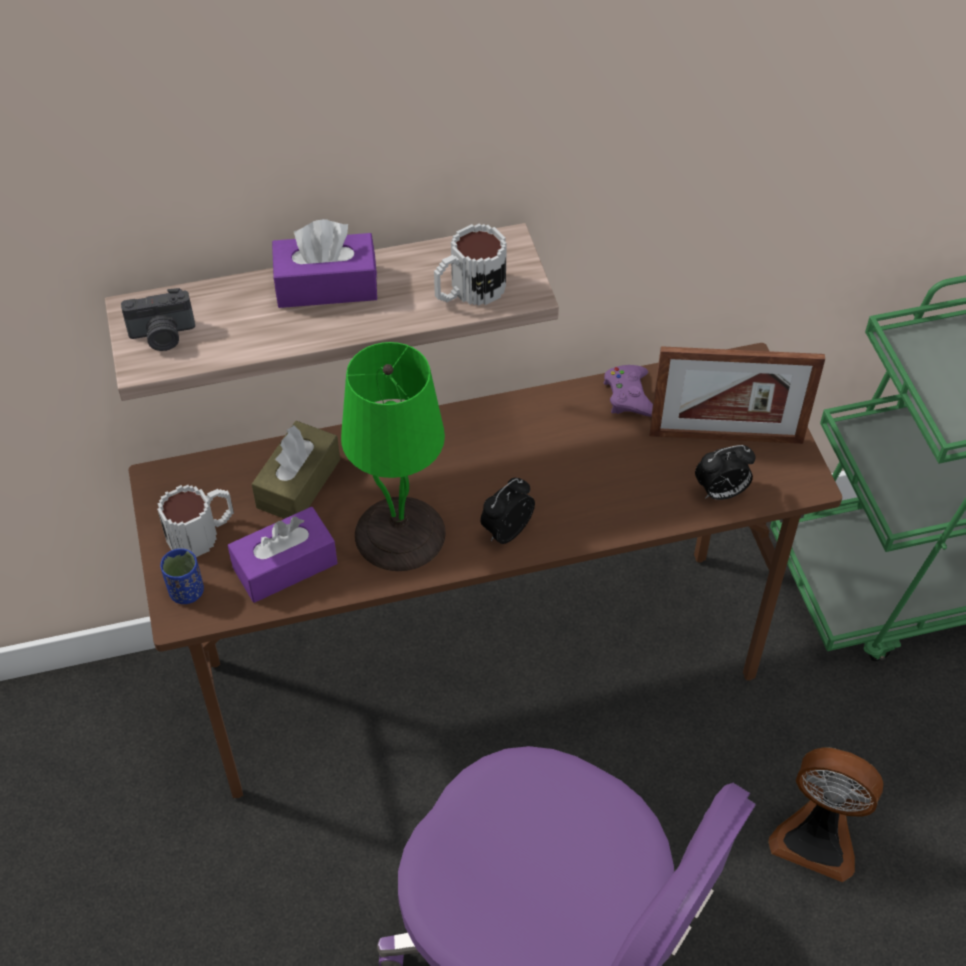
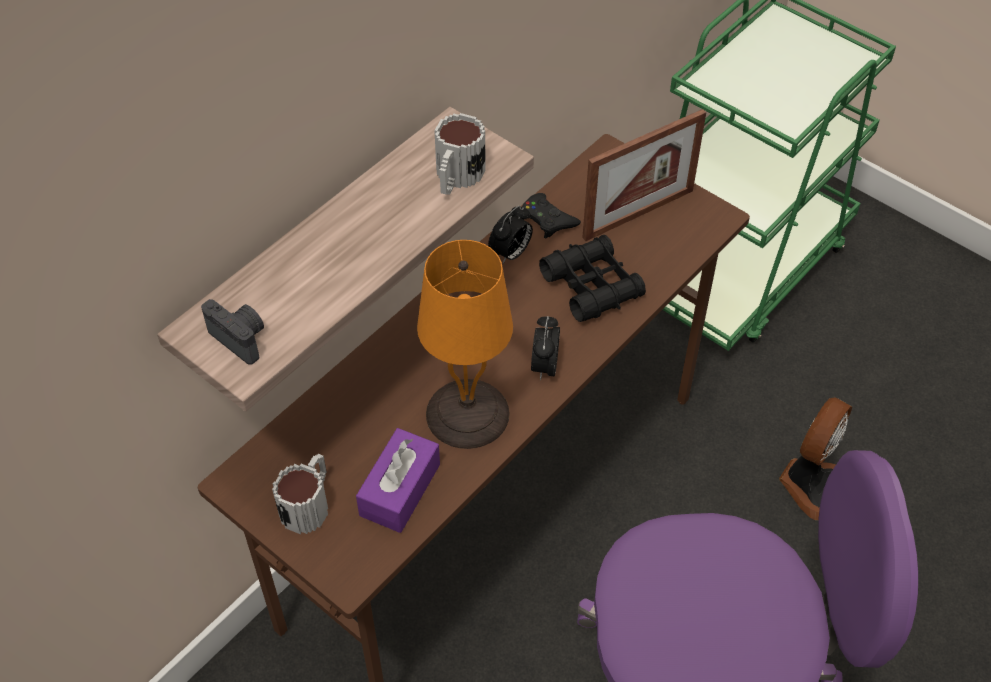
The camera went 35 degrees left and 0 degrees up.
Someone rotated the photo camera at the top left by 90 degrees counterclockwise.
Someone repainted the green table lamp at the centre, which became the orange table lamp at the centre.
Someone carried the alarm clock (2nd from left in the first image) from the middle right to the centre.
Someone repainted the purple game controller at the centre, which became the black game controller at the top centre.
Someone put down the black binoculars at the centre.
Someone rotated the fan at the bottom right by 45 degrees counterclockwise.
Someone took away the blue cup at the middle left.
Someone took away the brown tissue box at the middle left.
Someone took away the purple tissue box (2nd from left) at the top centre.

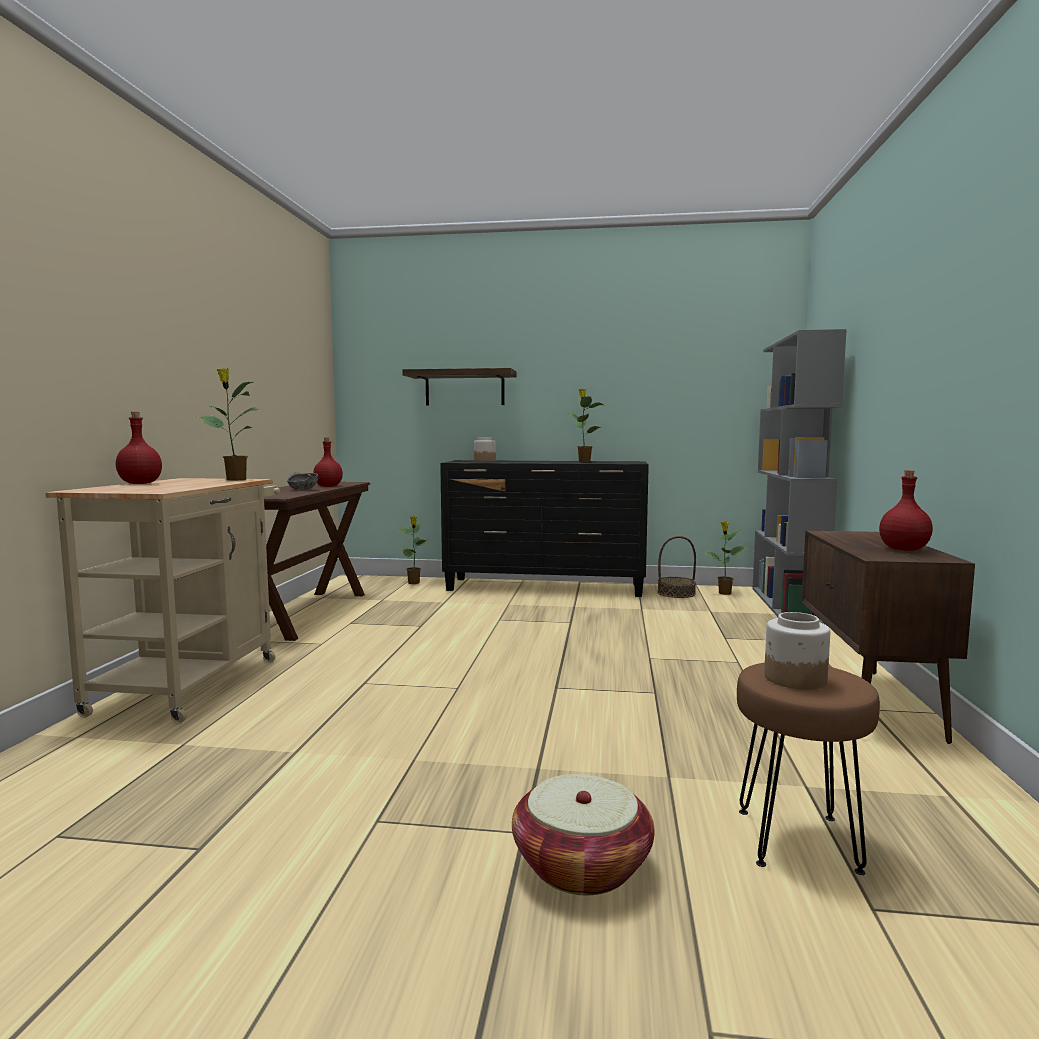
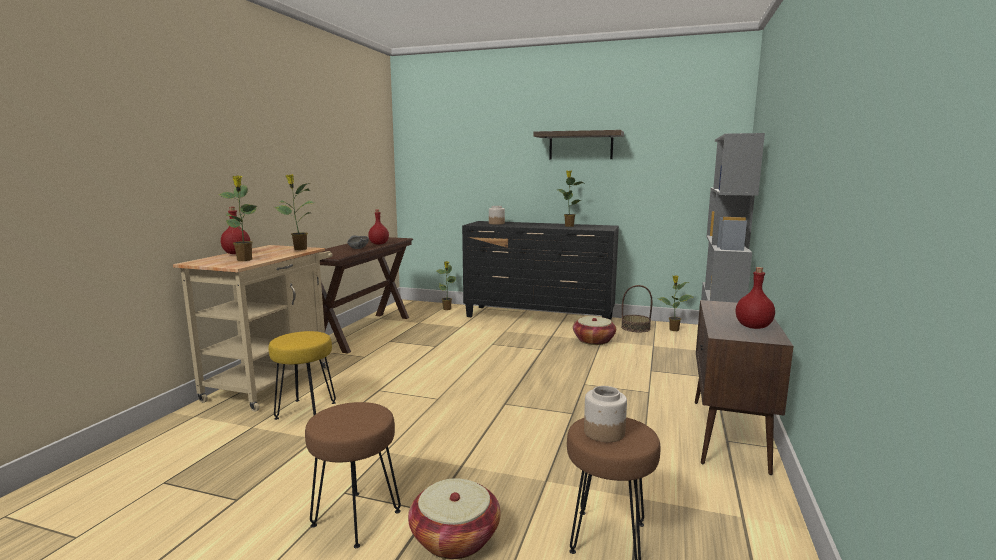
The camera went 10 degrees right and 5 degrees up.
Someone put down the potted plant (1st from left) at the middle left.
Someone put down the yellow stool at the bottom left.
Someone put down the brown stool (1st from left) at the bottom centre.
Someone carried the shelf from the centre to the top centre.
Someone put down the basket (2nd from left) at the centre.

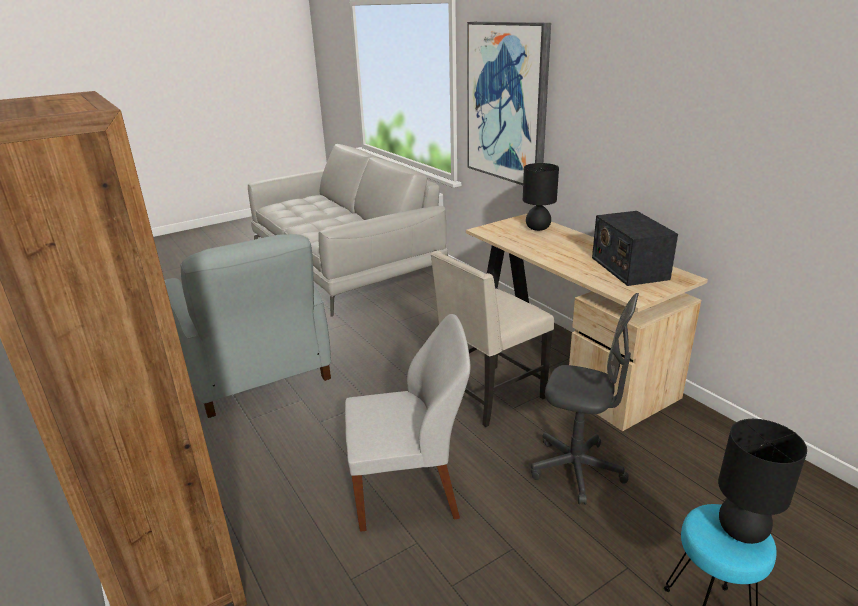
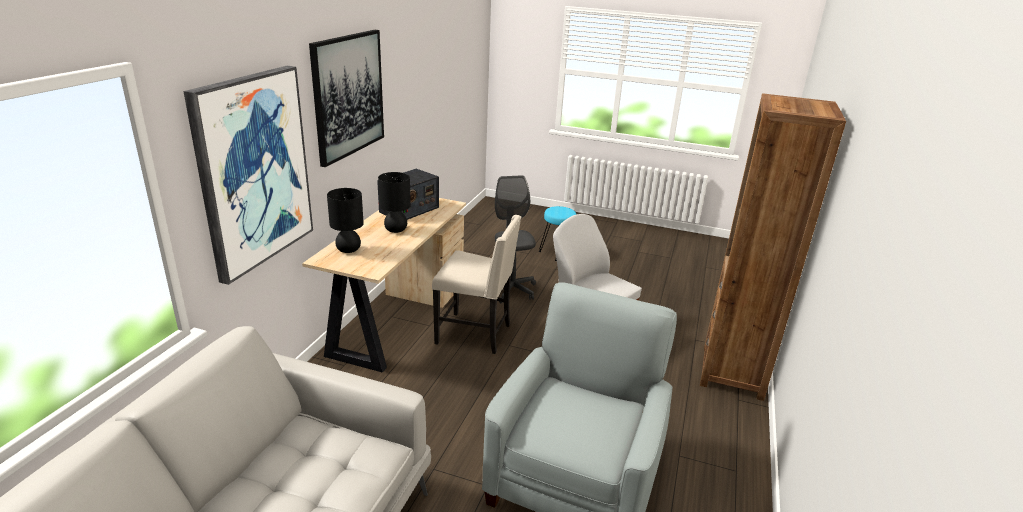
The camera went 130 degrees left and 0 degrees up.
Someone put up the picture (2nd from left) at the top centre.
Someone carried the black table lamp (2nd from left) from the bottom right to the centre.

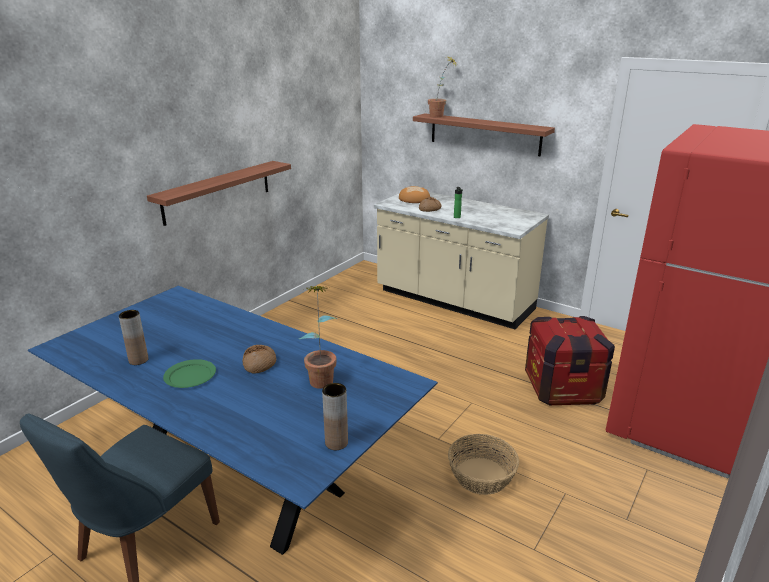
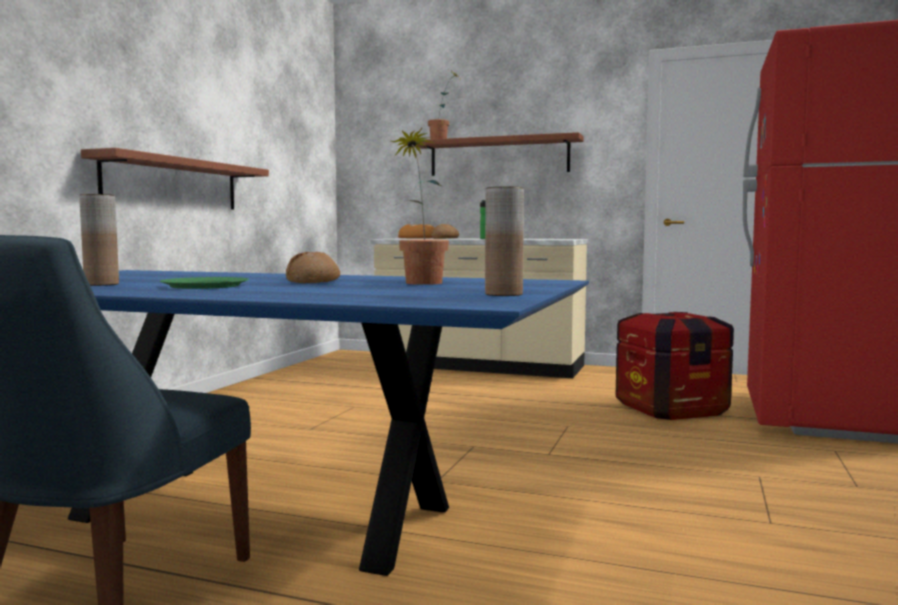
The camera went 15 degrees left and 20 degrees down.
Someone took away the basket at the bottom centre.

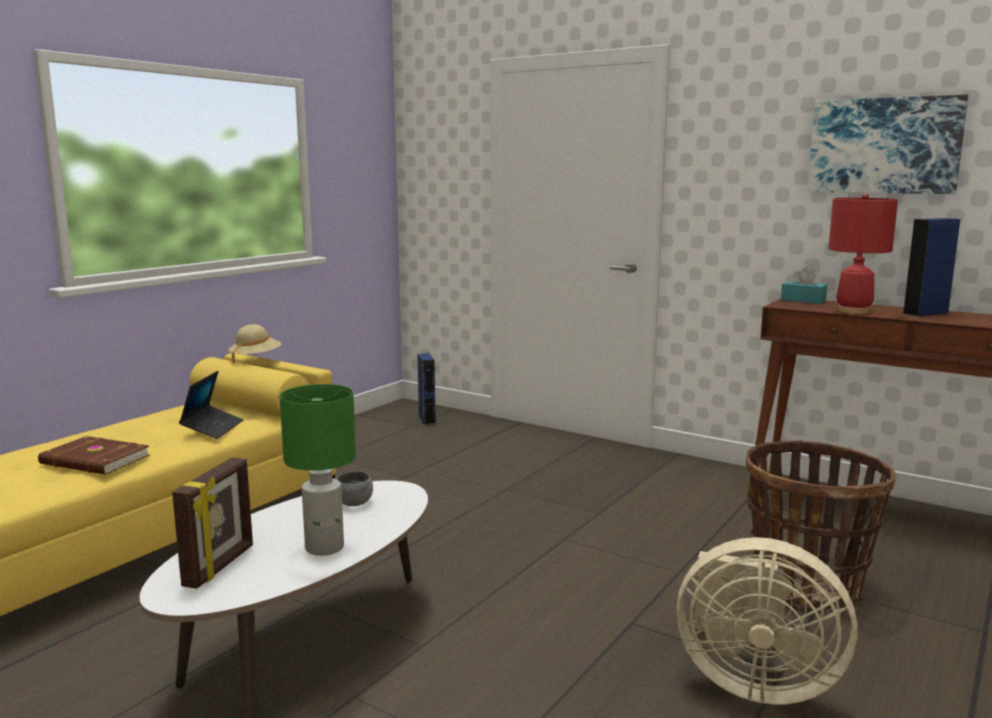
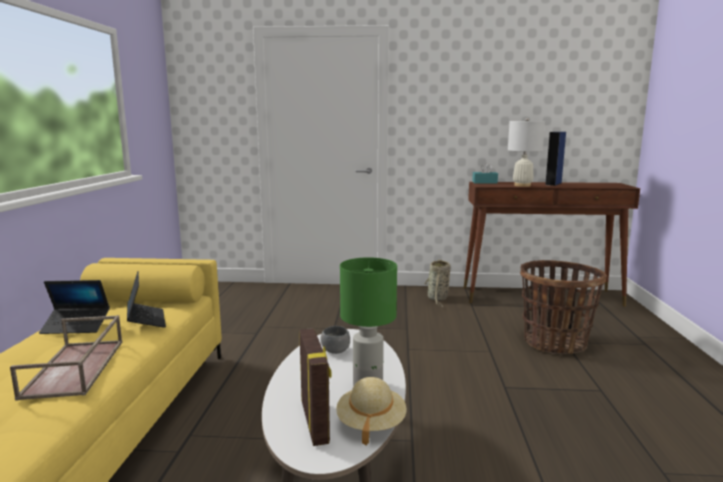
The camera went 30 degrees left and 0 degrees up.
Someone swapped the brown book at the middle left for the brown tray at the bottom left.
Someone put down the laptop (1st from left) at the middle left.
Someone carried the beige hat from the middle left to the bottom centre.
Someone put down the basket (1st from left) at the centre.
Someone repainted the red table lamp at the middle right, which became the white table lamp at the top right.
Someone took away the blue speaker (1st from left) at the centre.
Someone took away the beige fan at the bottom right.
Someone took away the picture at the top right.

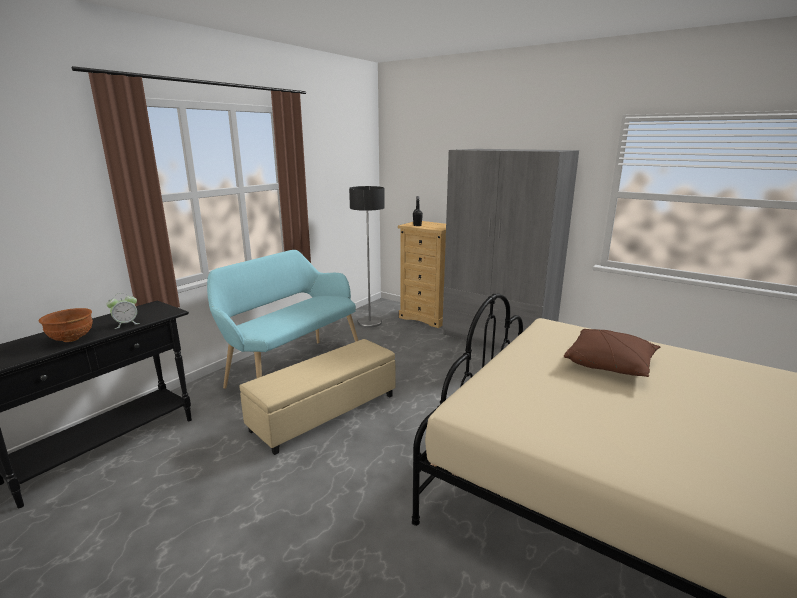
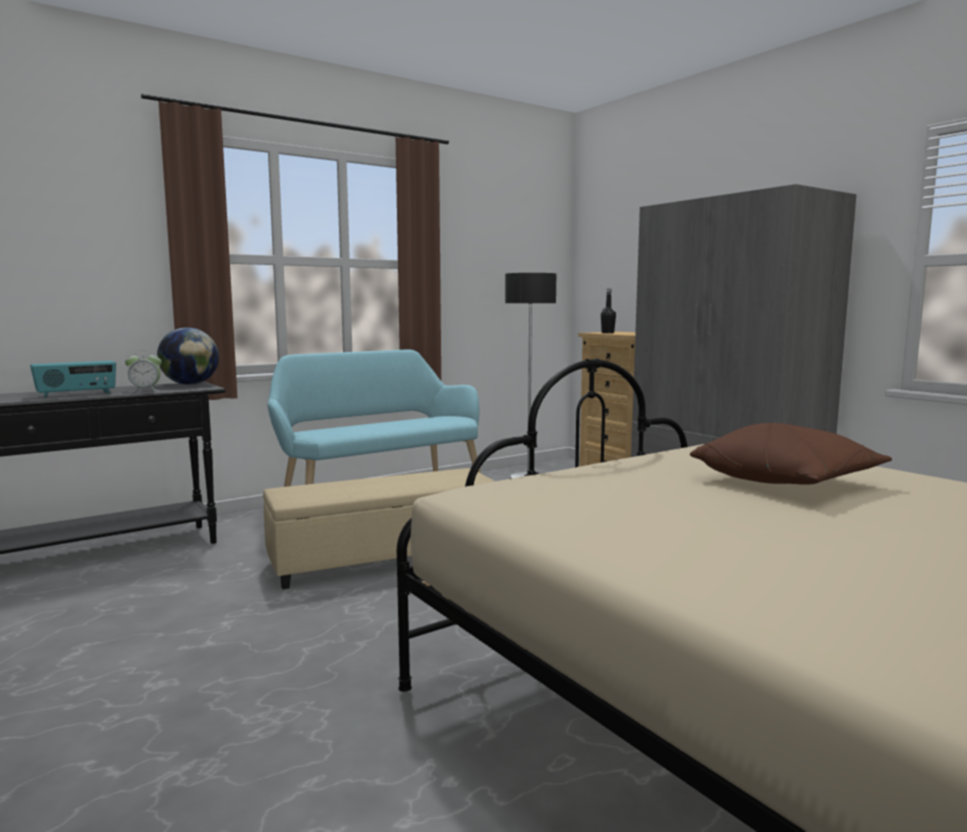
The camera went 20 degrees right and 10 degrees down.
Someone swapped the brown bowl at the middle left for the radio at the middle left.
Someone put down the globe at the middle left.

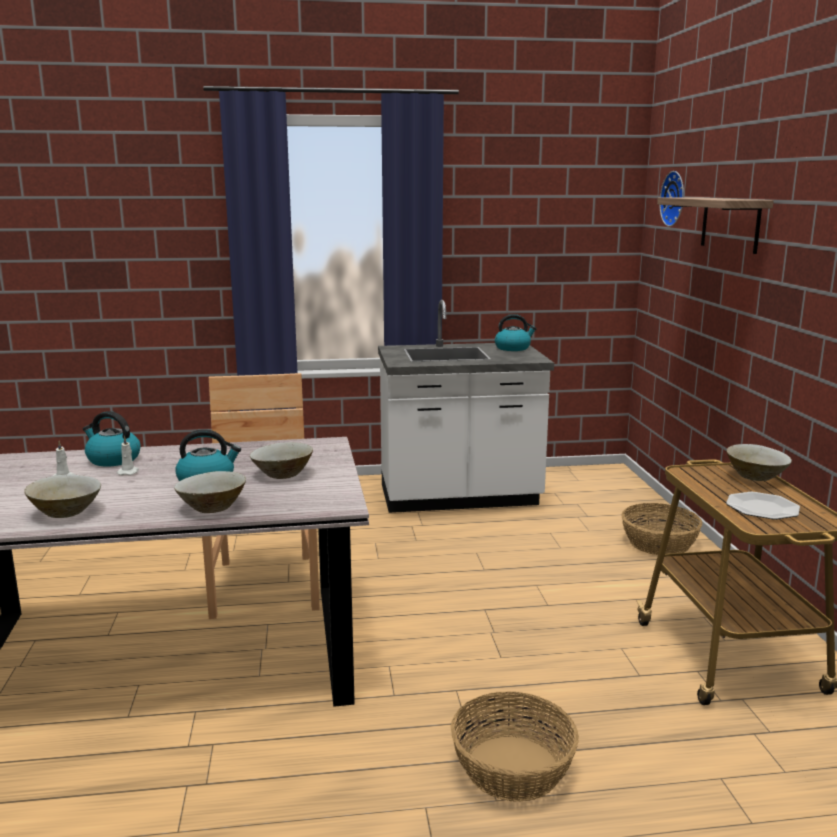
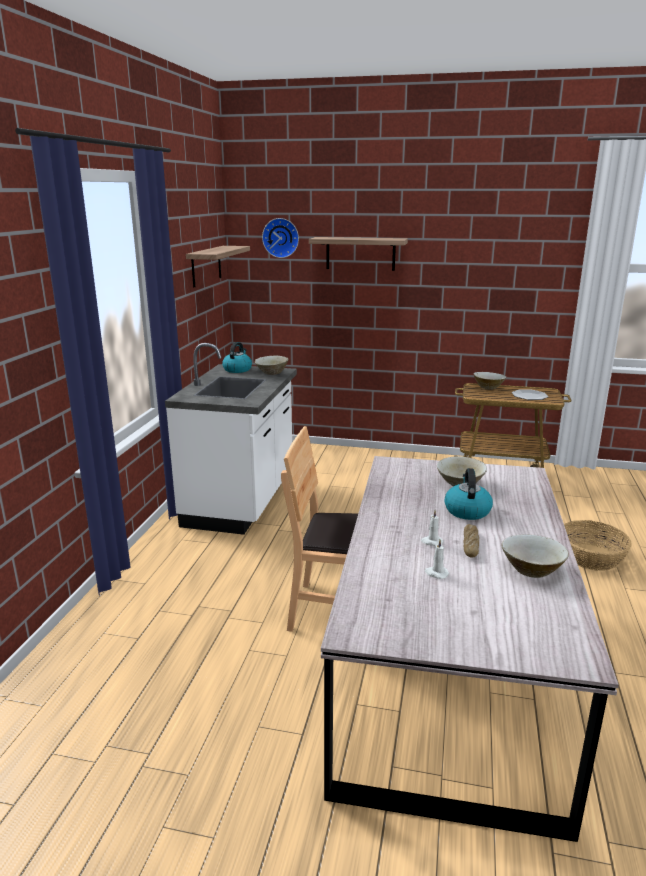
The camera went 70 degrees left and 5 degrees up.
Someone put up the shelf (1st from left) at the top centre.
Someone carried the beige bowl (2nd from left in the first image) from the middle left to the centre.
Someone put down the bread at the middle right.
Someone took away the kettle (1st from left) at the middle left.
Someone took away the basket (2nd from left) at the middle right.

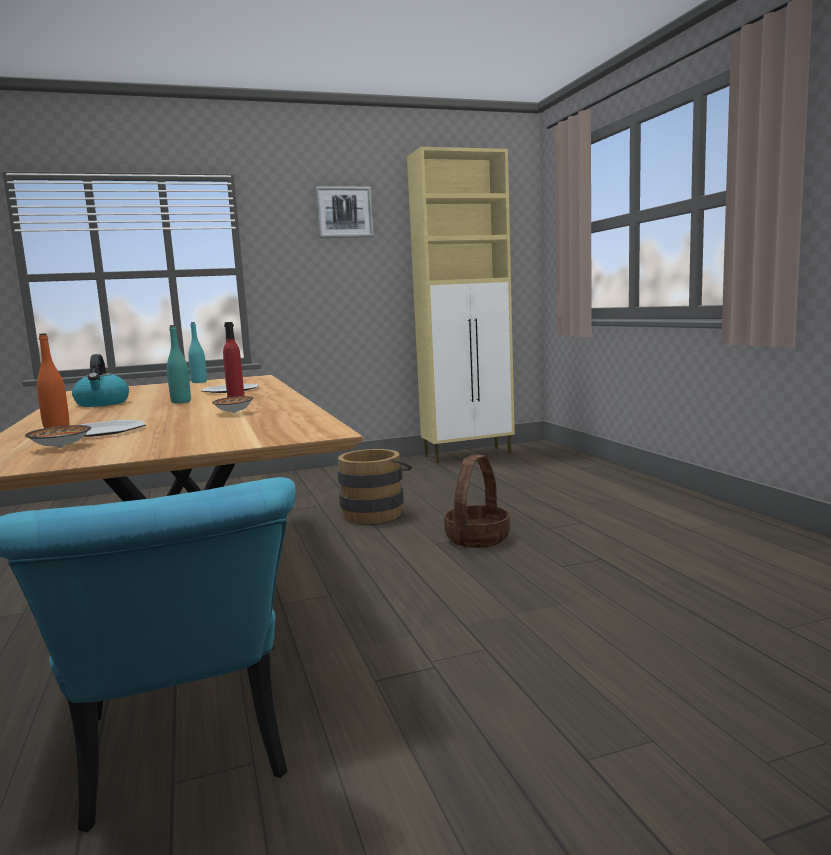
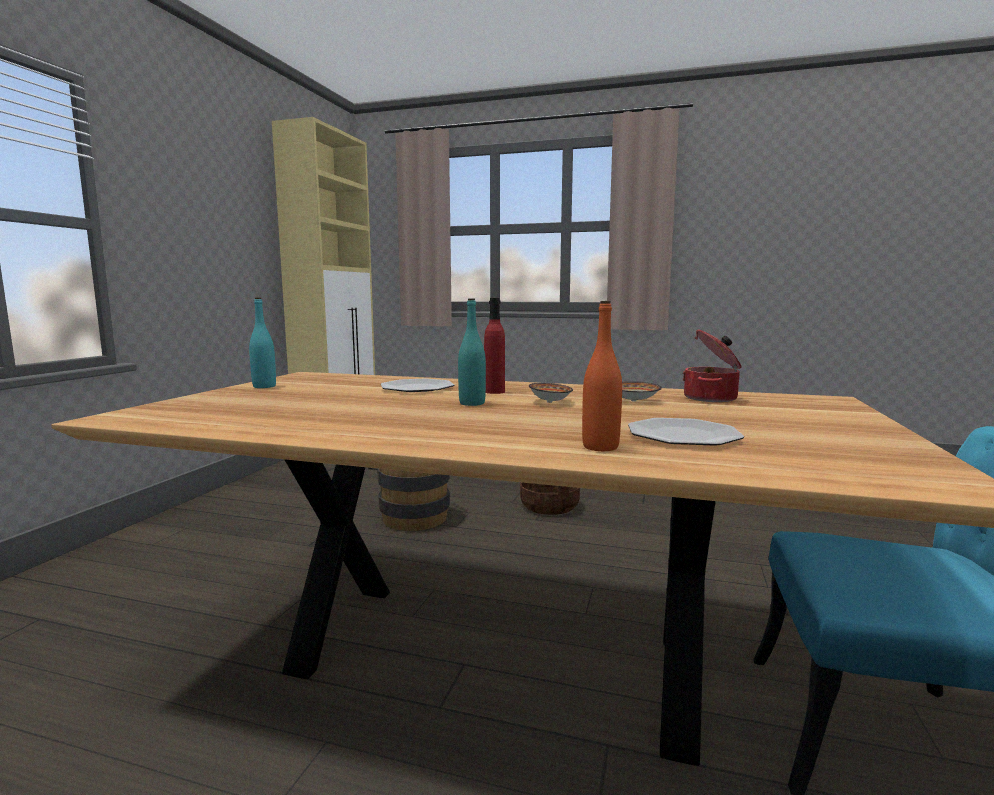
The camera went 55 degrees left and 0 degrees up.
Someone carried the bowl (1st from left) from the middle left to the centre.
Someone put down the cooking pot at the middle right.
Someone took away the kettle at the middle left.
Someone took away the picture at the top centre.

